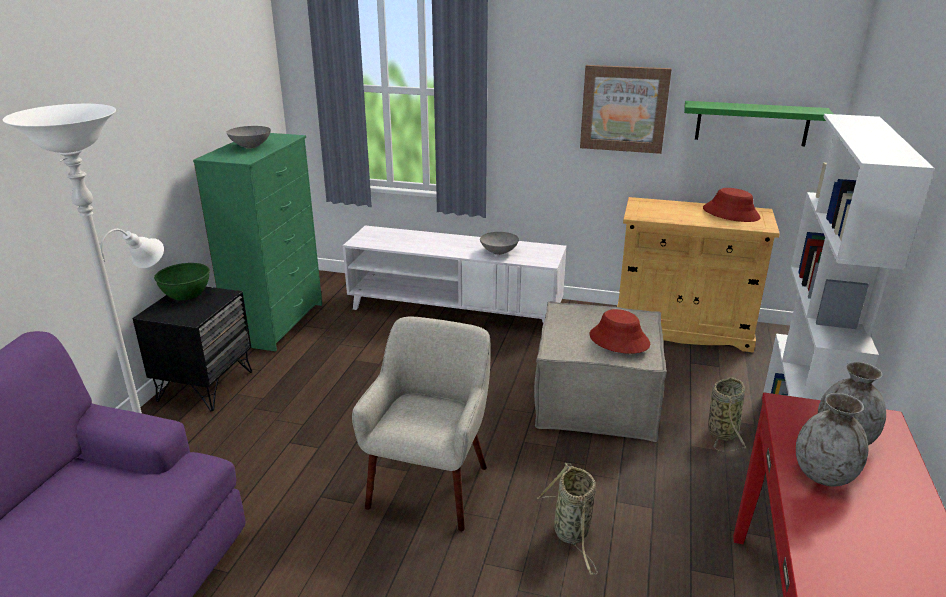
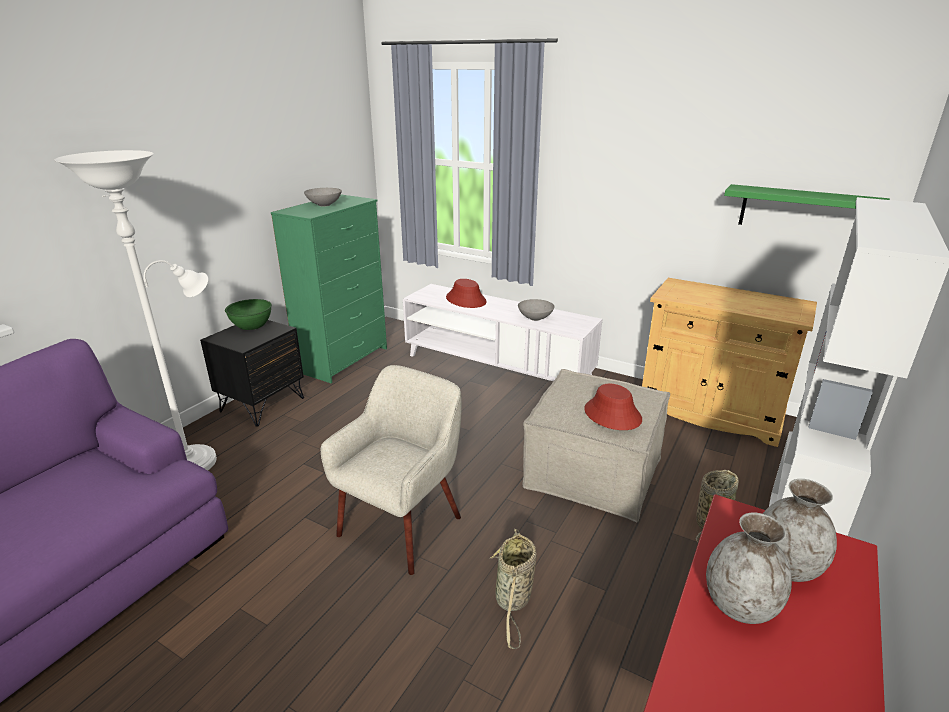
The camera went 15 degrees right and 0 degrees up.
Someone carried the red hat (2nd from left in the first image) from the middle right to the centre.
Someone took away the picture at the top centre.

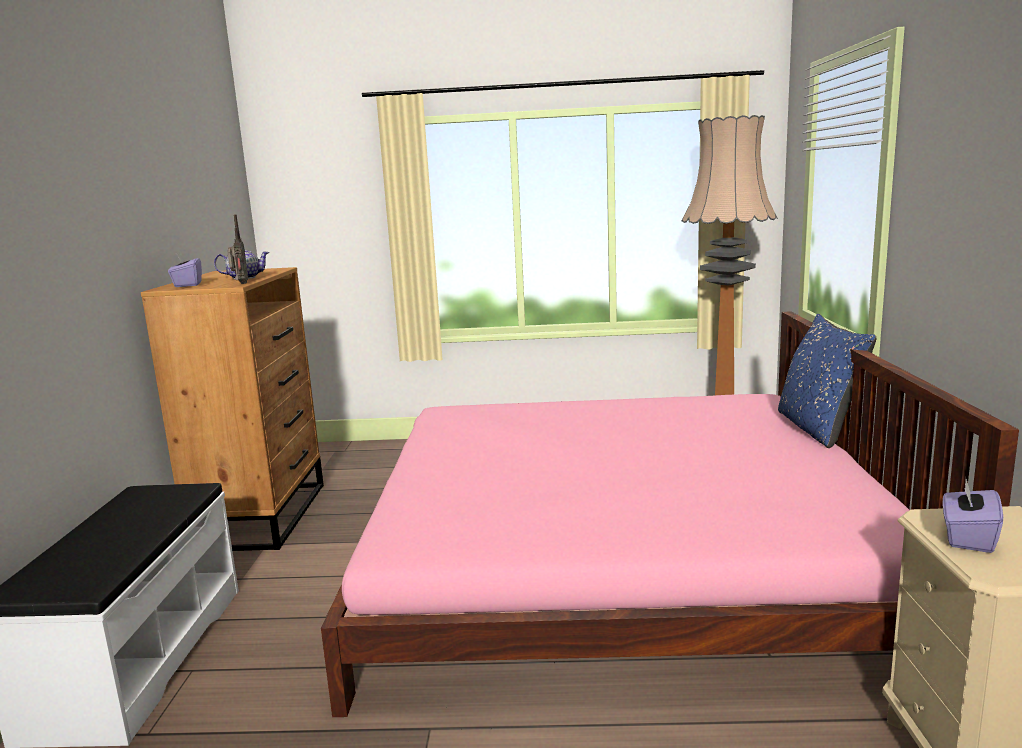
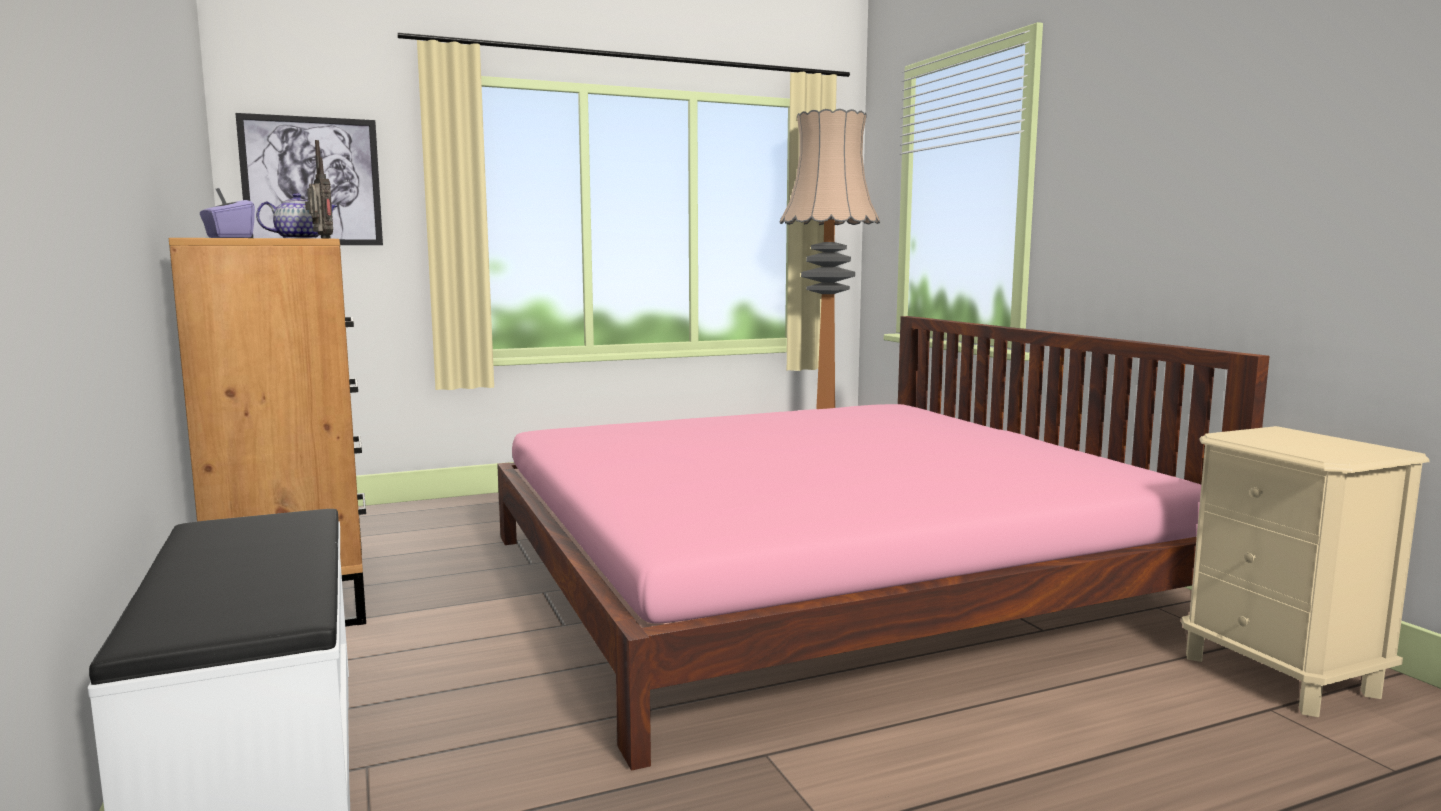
The camera went 25 degrees left and 5 degrees down.
Someone put up the picture at the top left.
Someone took away the blue pillow at the middle right.
Someone took away the purple tissue box (2nd from left) at the bottom right.

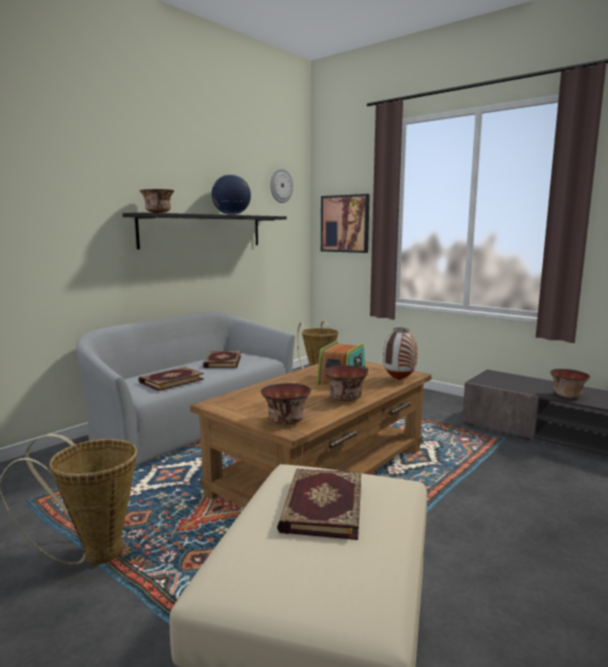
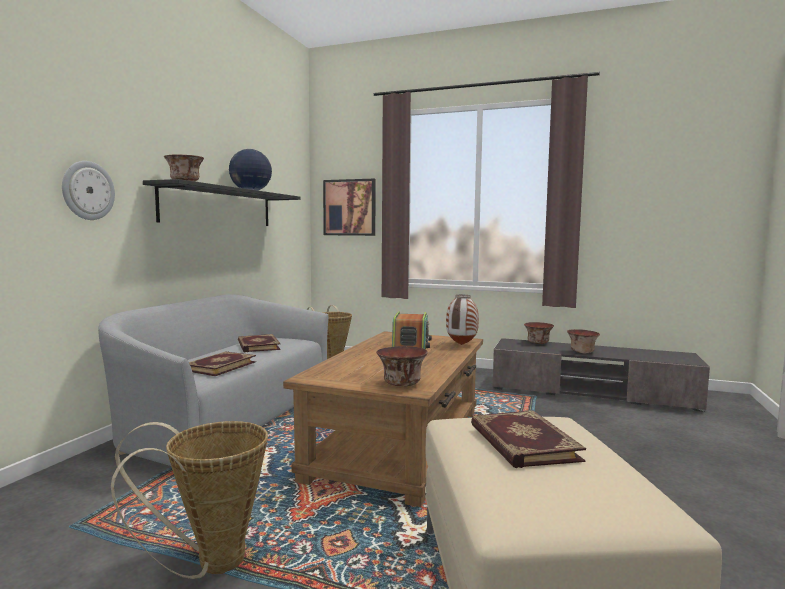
The camera went 20 degrees left and 5 degrees down.
Someone carried the wall clock from the top centre to the top left.
Someone carried the bowl (3rd from left) from the centre to the middle right.

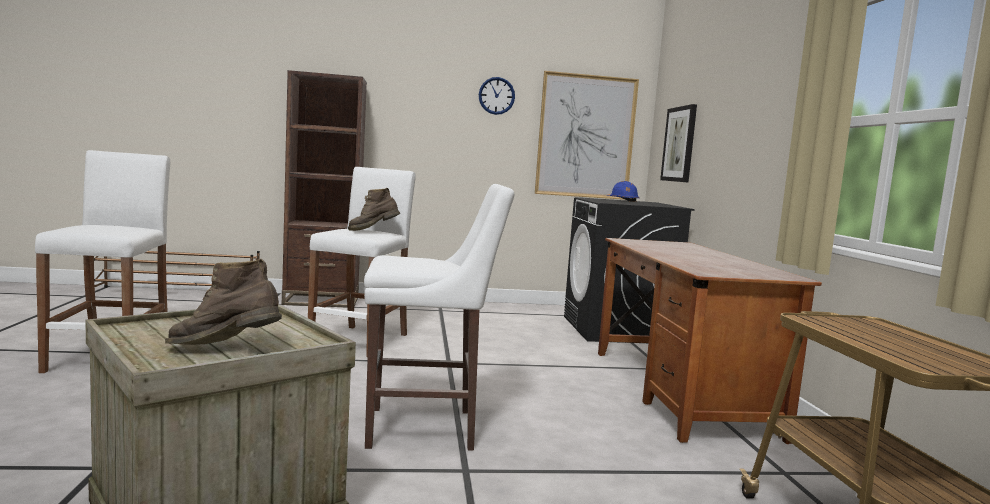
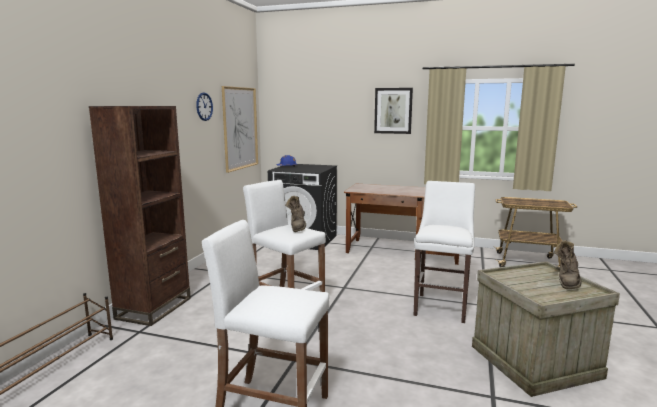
The camera went 65 degrees left and 5 degrees up.
Someone carried the picture (2nd from left) from the top right to the top centre.

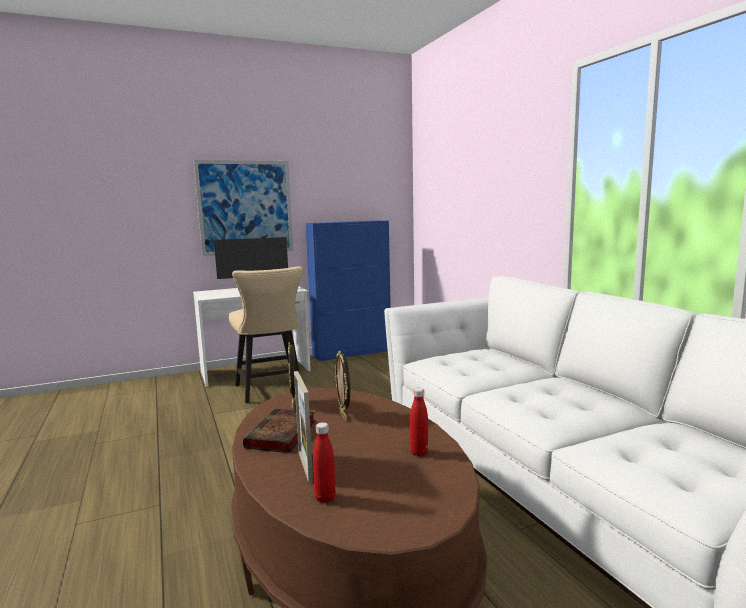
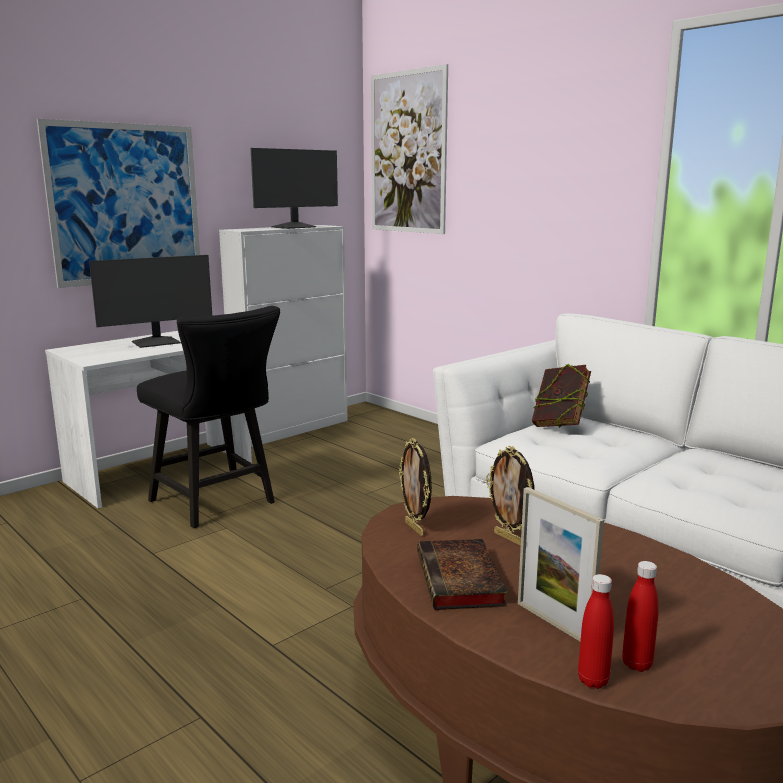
The camera went 20 degrees left and 5 degrees up.
Someone repainted the beige chair at the centre, which became the black chair at the middle left.
Someone repainted the blue cabinet at the centre, which became the white cabinet at the centre.
Someone put down the monitor (2nd from left) at the top centre.
Someone put up the picture (2nd from left) at the top centre.
Someone put down the book (2nd from left) at the middle right.
Someone carried the red bottle (2nd from left in the first image) from the bottom centre to the bottom right.

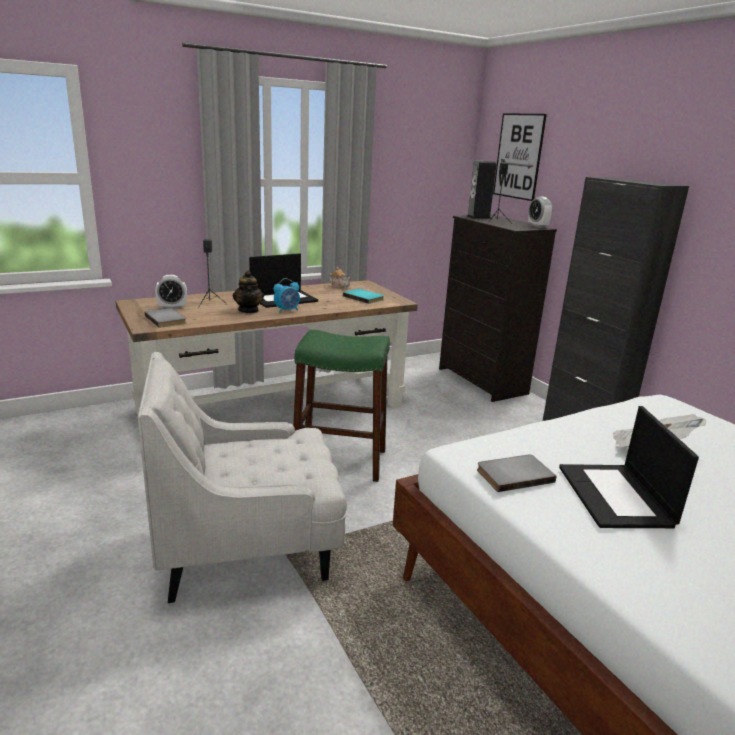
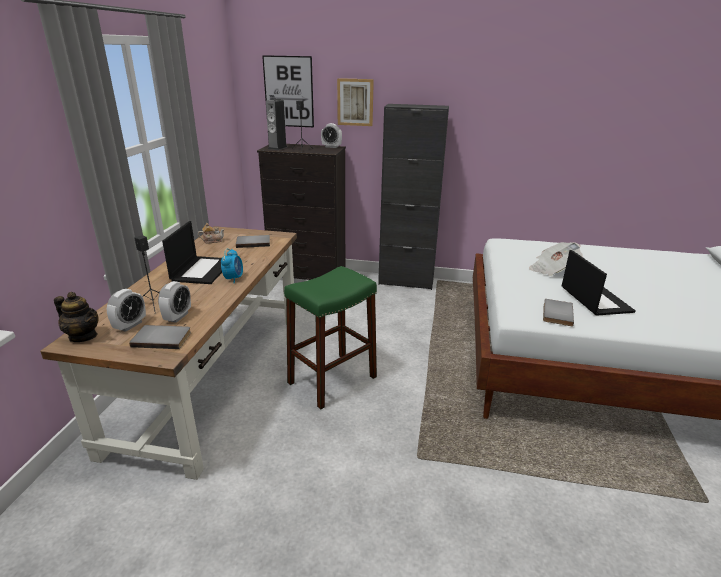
The camera went 50 degrees left and 5 degrees up.
Someone carried the teapot (1st from left) from the centre to the middle left.
Someone put down the alarm clock (2nd from left) at the middle left.
Someone repainted the turquoise book at the centre, which became the grey book (2nd from left) at the centre.
Someone put up the picture (2nd from left) at the top centre.
Someone rotated the laptop (2nd from left) at the middle right by 135 degrees counterclockwise.
Someone took away the white armchair at the middle left.

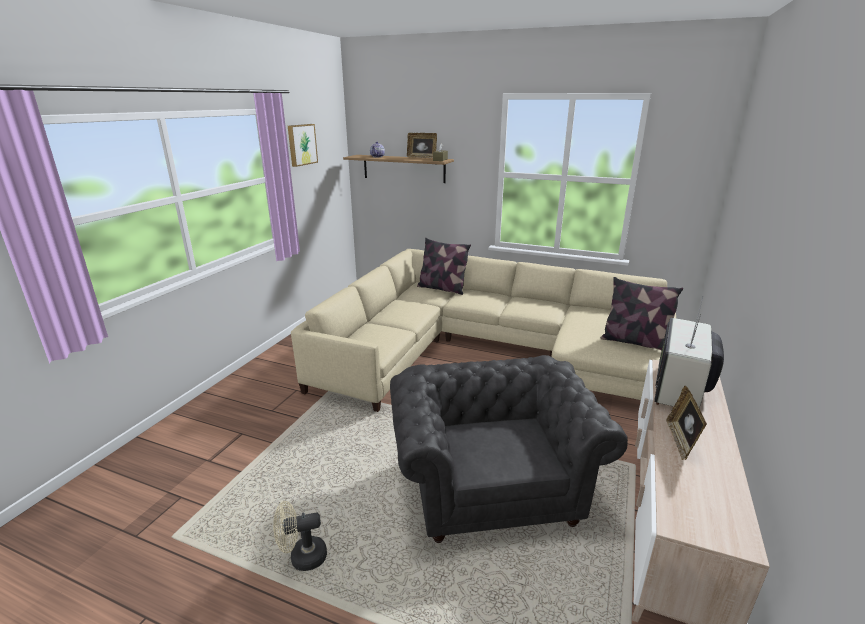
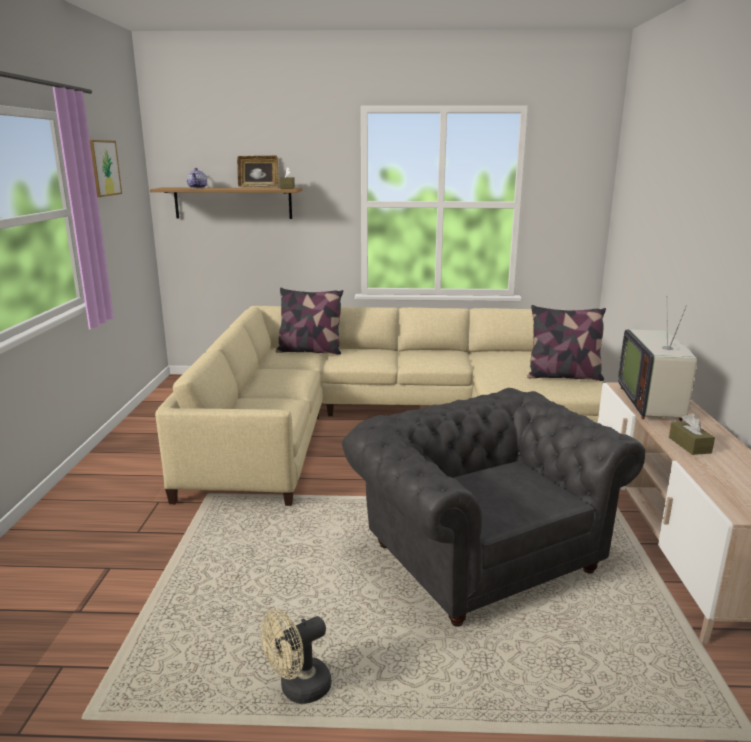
The camera went 20 degrees left and 5 degrees down.
Someone swapped the picture frame (2nd from left) at the bottom right for the brown tissue box (2nd from left) at the middle right.

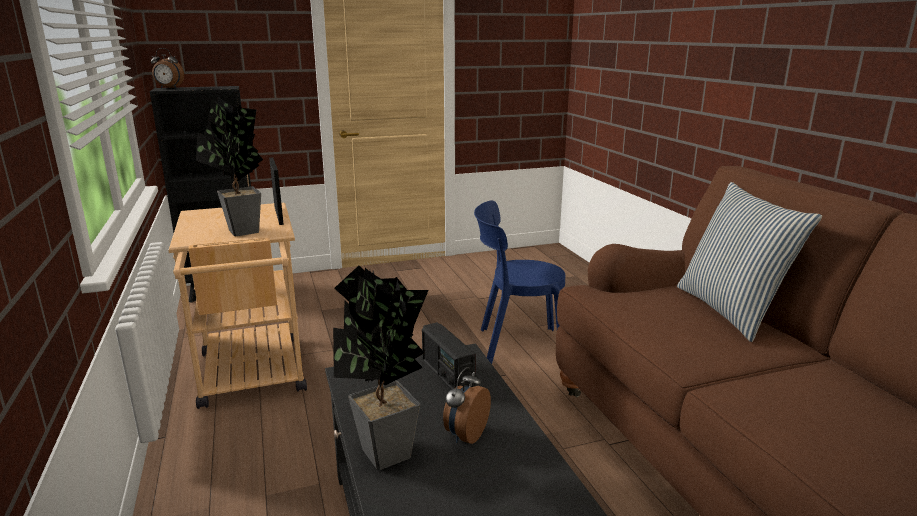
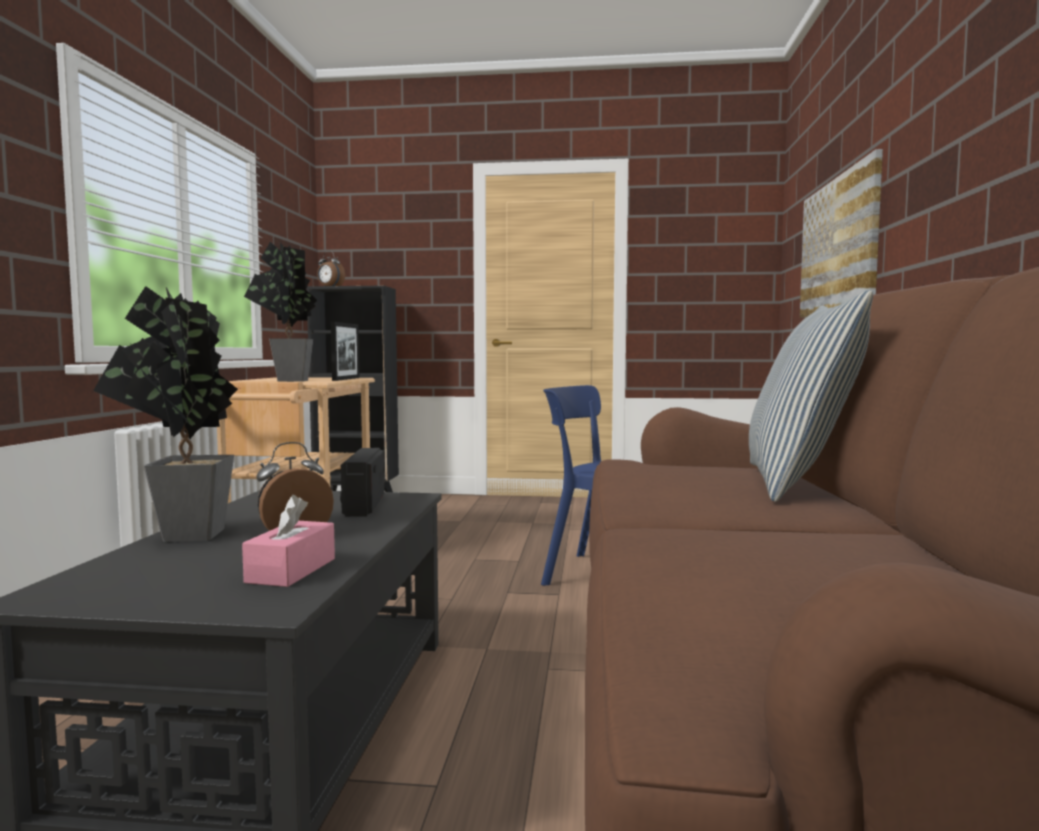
The camera went 25 degrees right and 15 degrees down.
Someone put down the pink tissue box at the middle left.
Someone put up the picture at the top right.

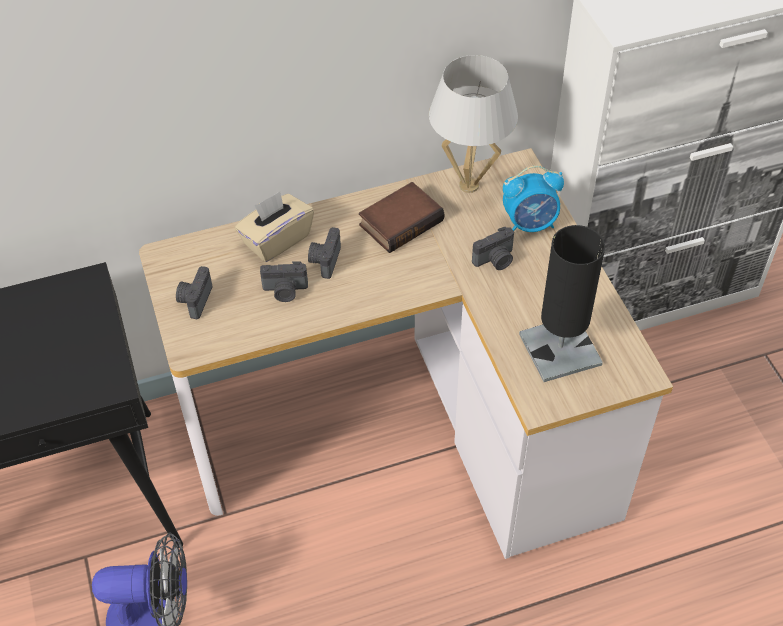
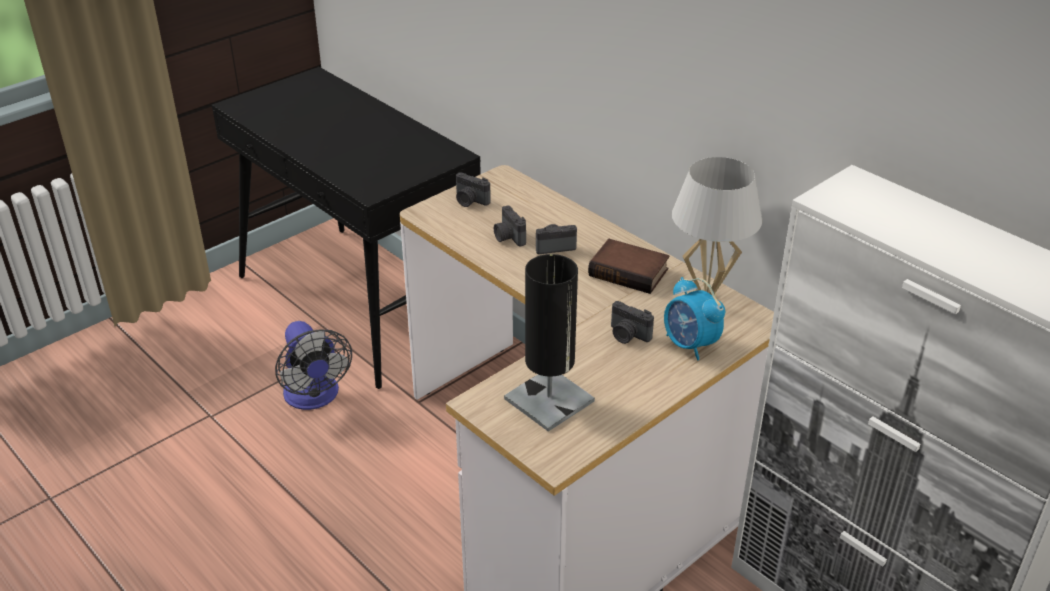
The camera went 65 degrees right and 15 degrees down.
Someone rotated the photo camera (1st from left) at the middle left by 135 degrees counterclockwise.
Someone took away the beige tissue box at the centre.

